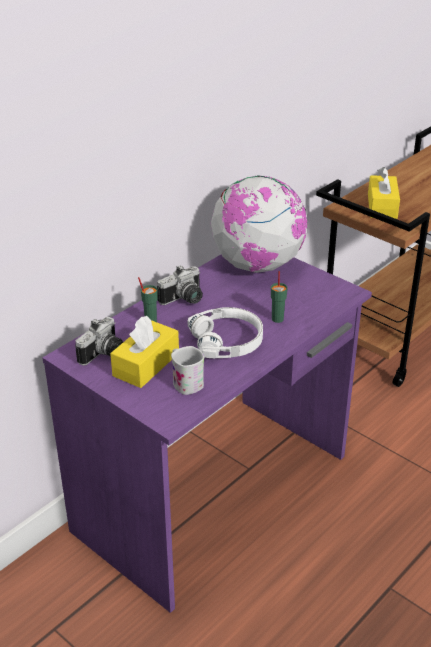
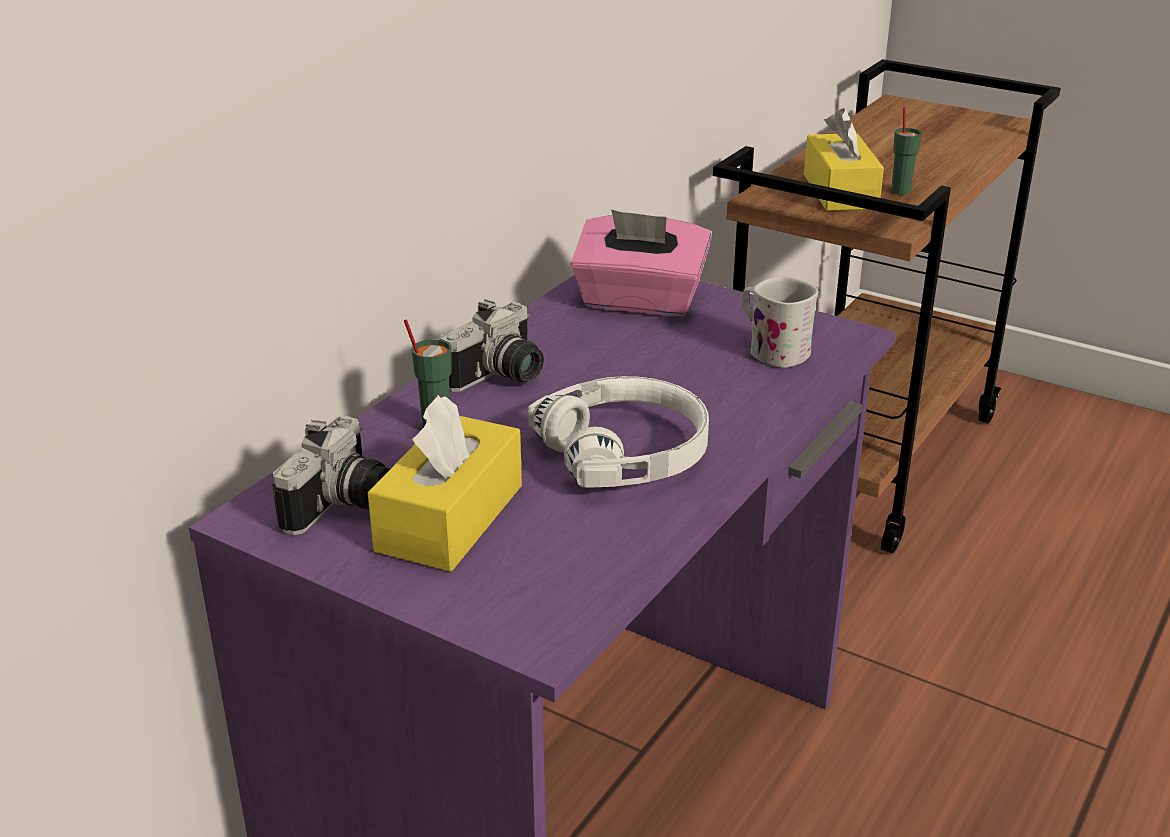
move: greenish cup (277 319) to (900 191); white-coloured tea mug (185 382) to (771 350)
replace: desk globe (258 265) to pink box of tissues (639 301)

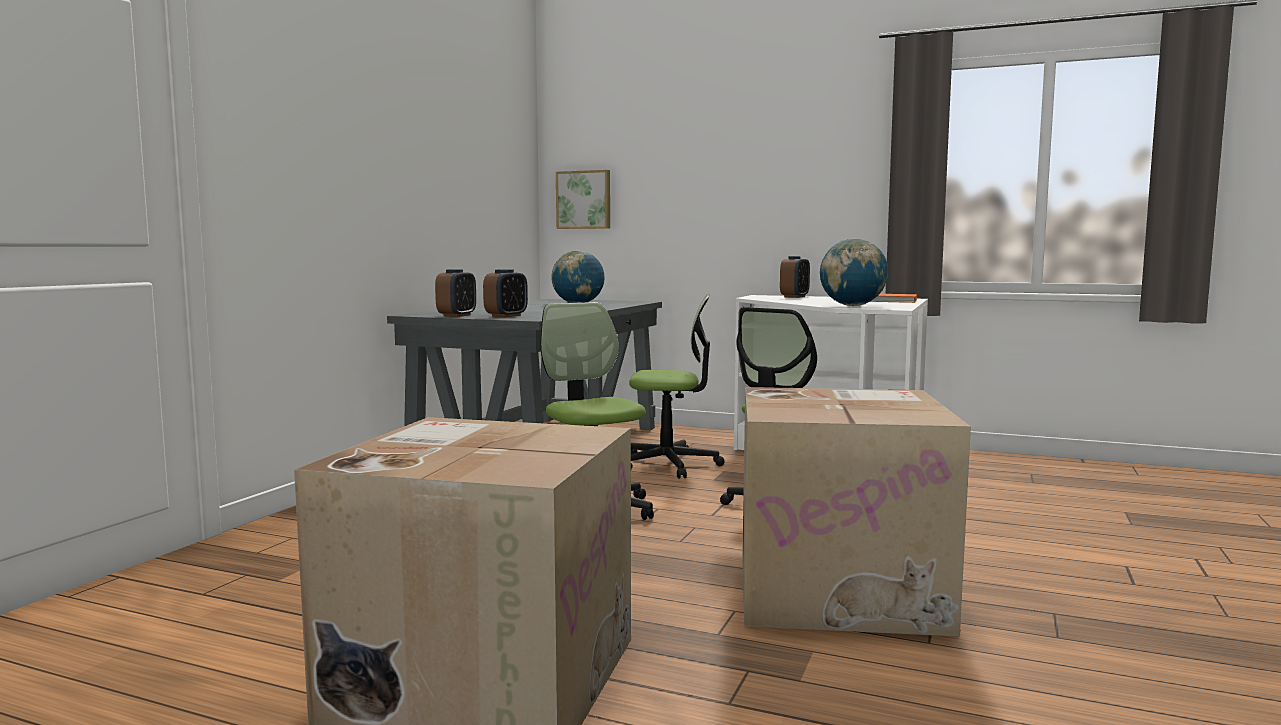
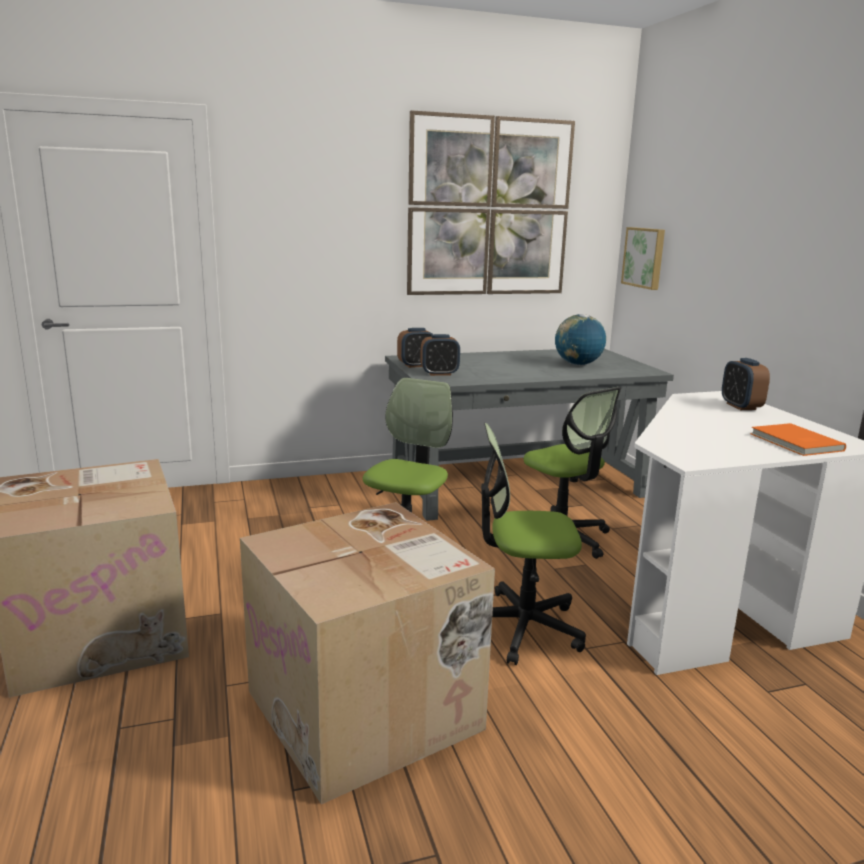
delete: desk globe (852 306)
insert: picture (489 208)
rotate: table clock (794 297) = (741 406) 90 degrees clockwise

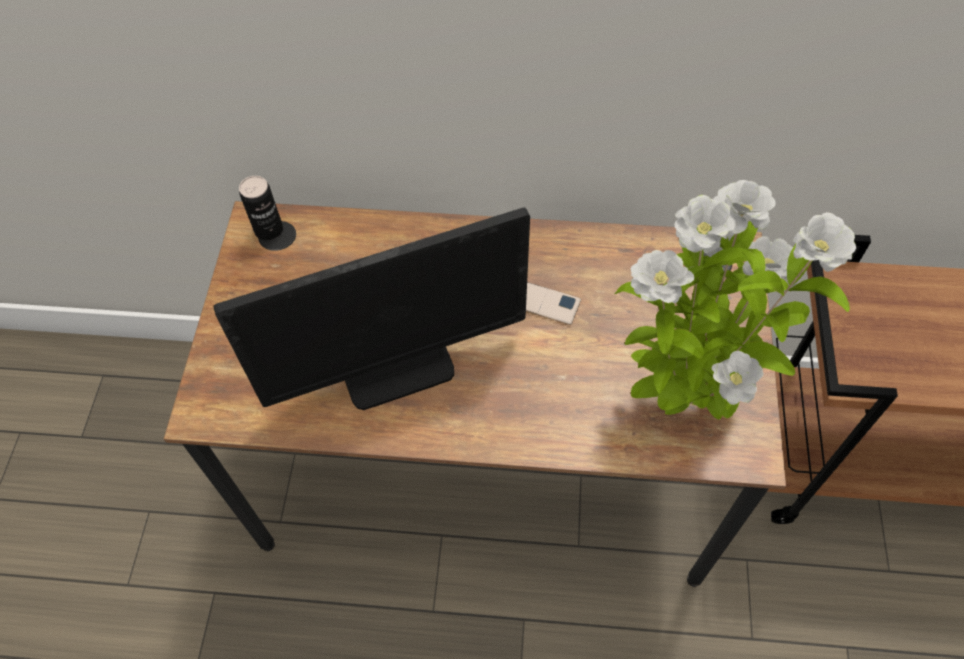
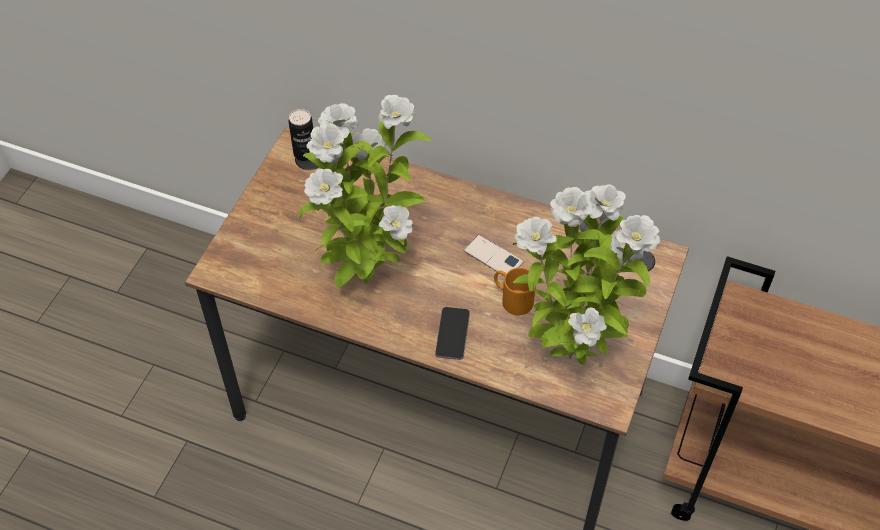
insert: orange tea mug (511 299); phone (452 334)
replace: monitor (397 366) to plant in a pot (367 275)

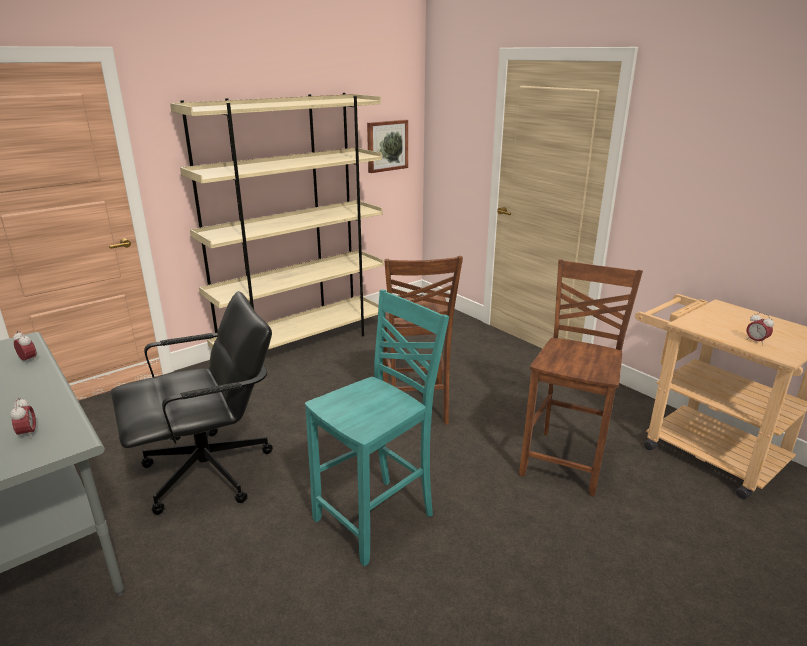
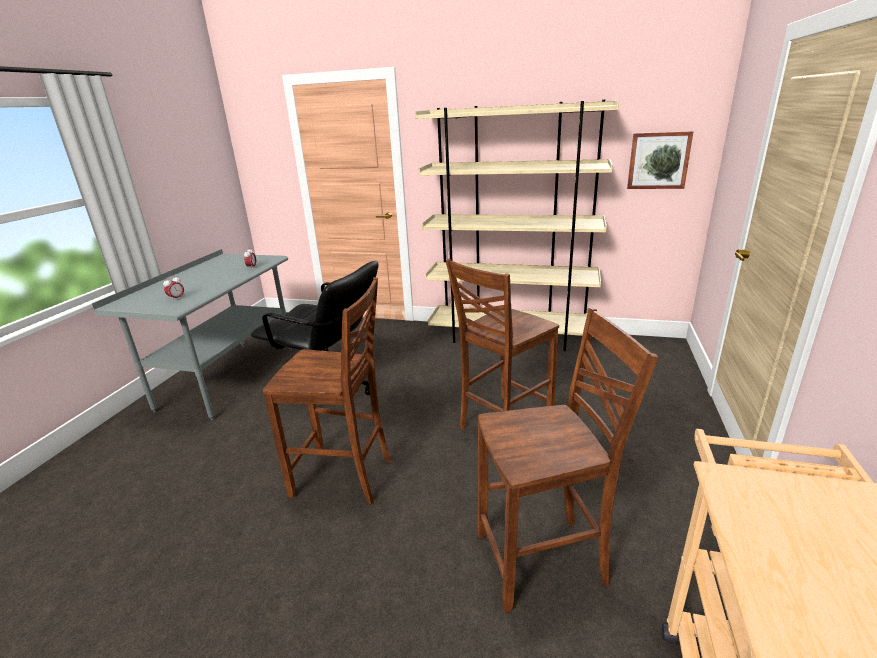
delete: table clock (756 341)
recolor: blue-green upright chair (377 518) to brown upright chair (344 477)

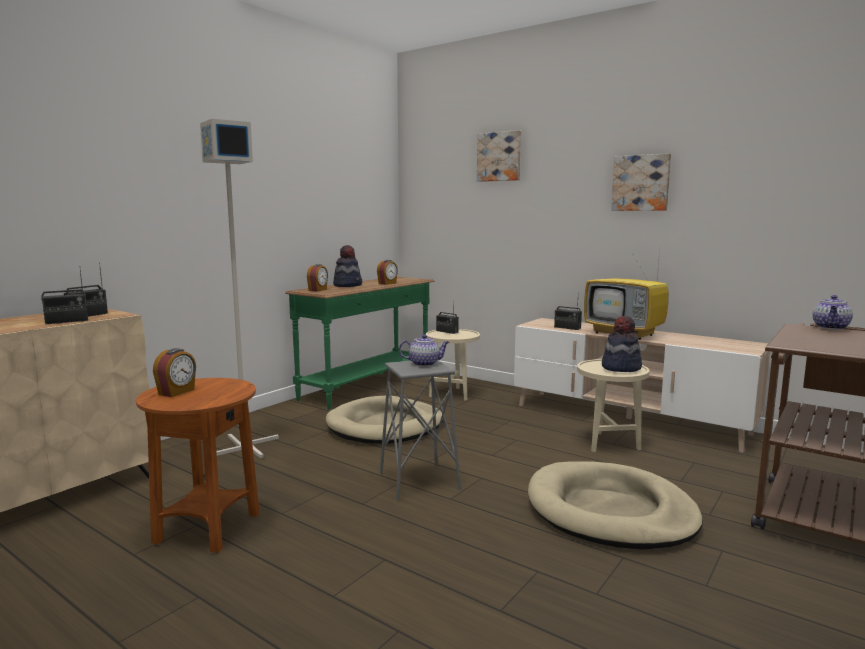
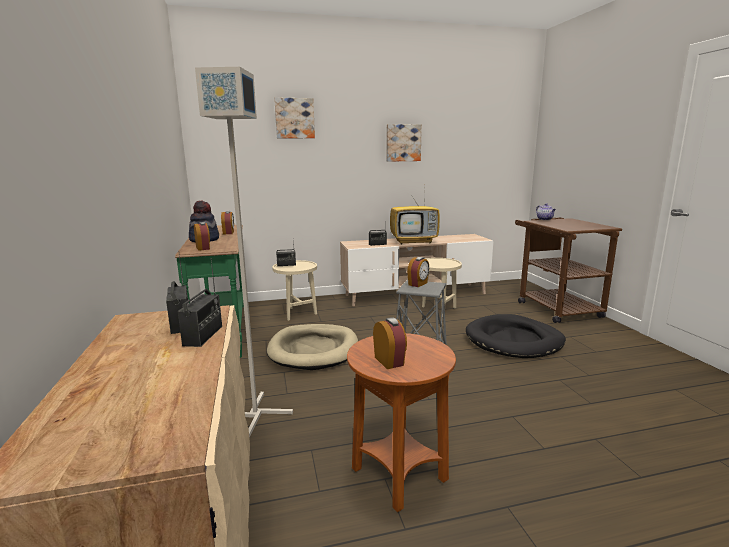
delete: clothing hat (620 367)
replace: pot for tea (424 363) to table clock (418 284)
recolor: beige dog bed (610 511) to blackish dog bed (514 340)

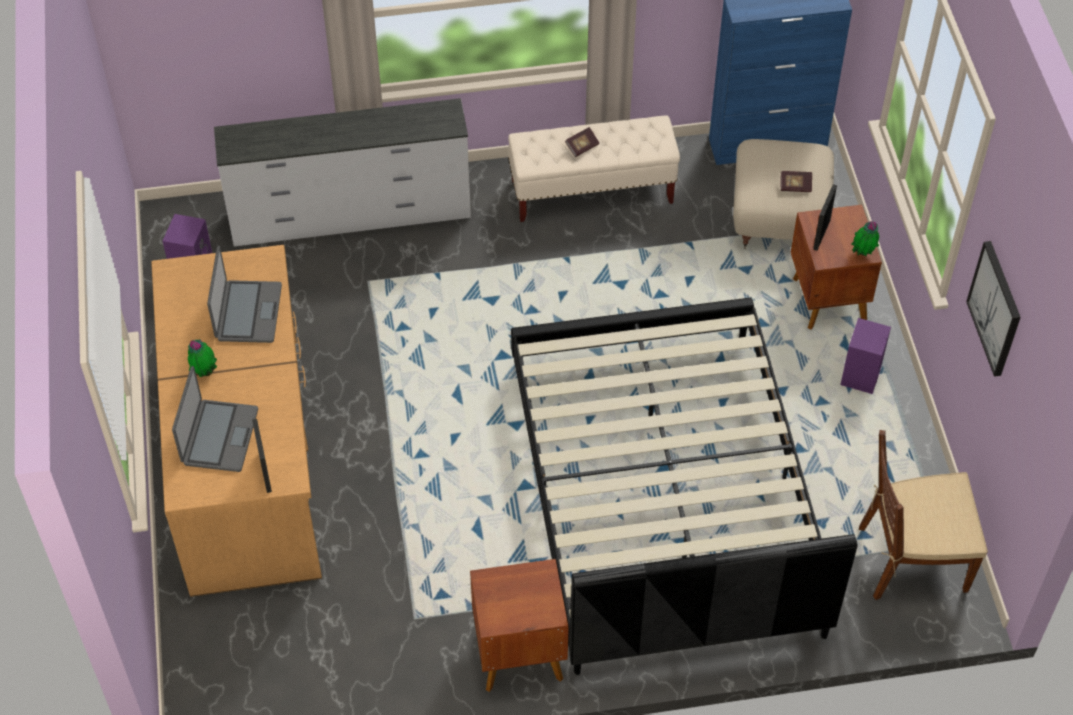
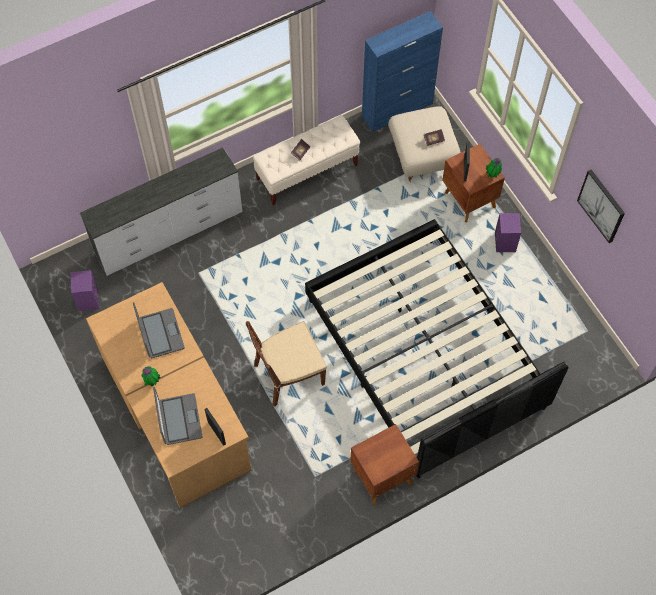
move: brown upright chair (911 559) to (288 375)

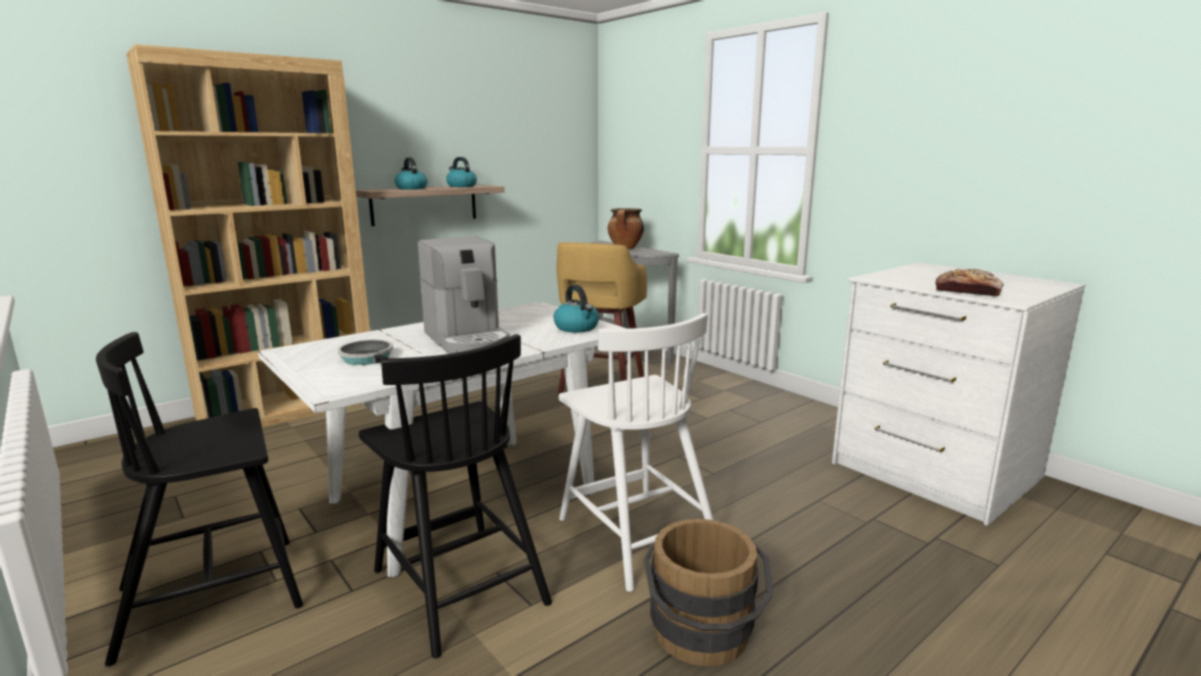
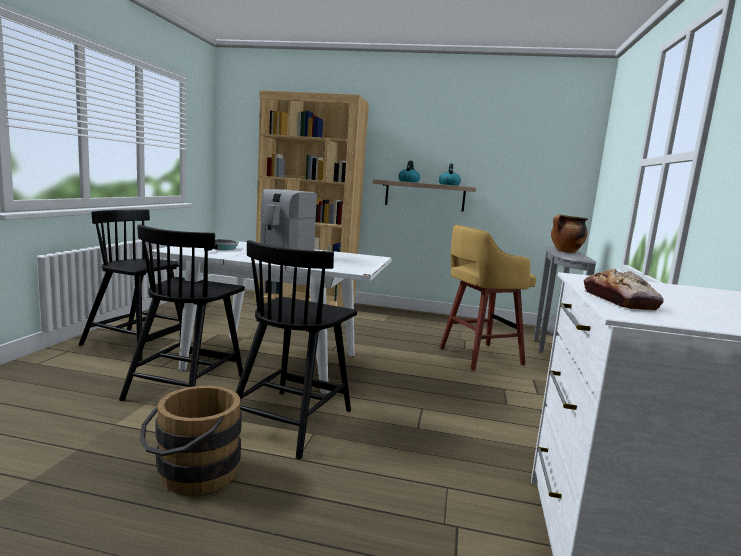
delete: water kettle (577 328)
recolor: white-coloured upright chair (635 535) to blackish upright chair (291 421)

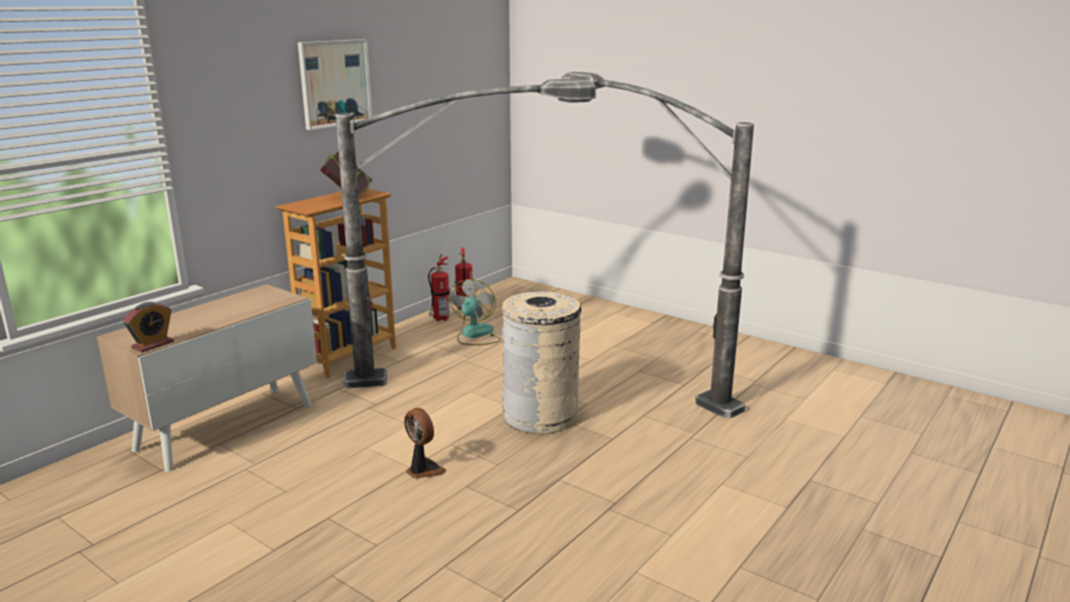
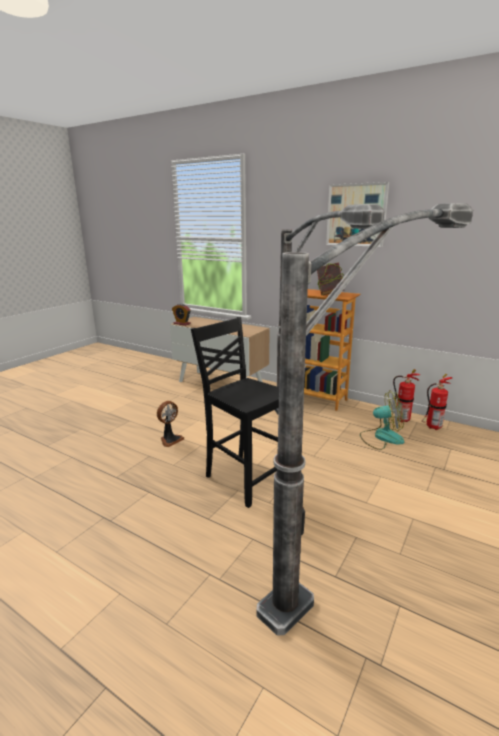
replace: beige waste bin (540 415) to blackish upright chair (244 478)

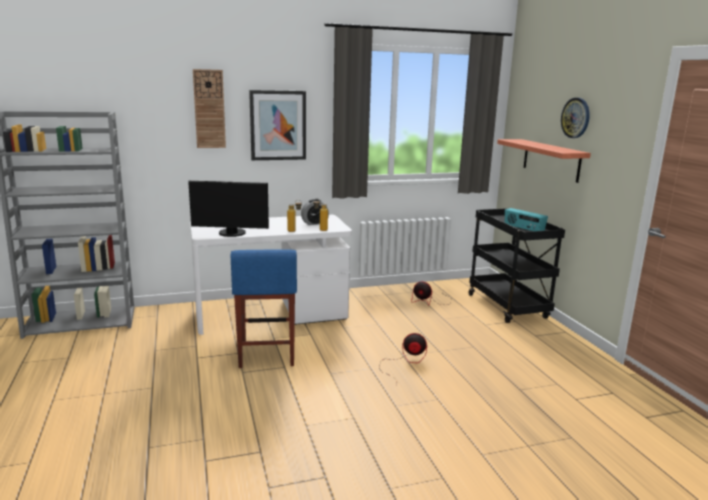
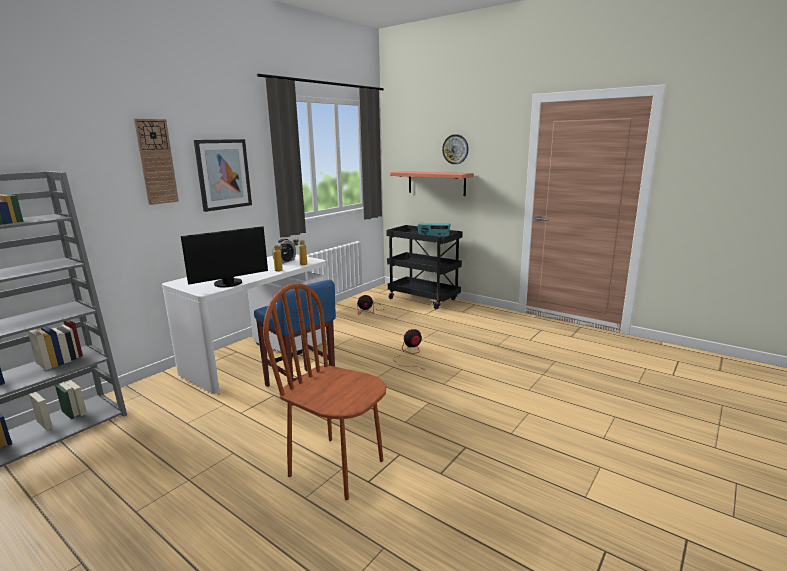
insert: brown upright chair (337 467)

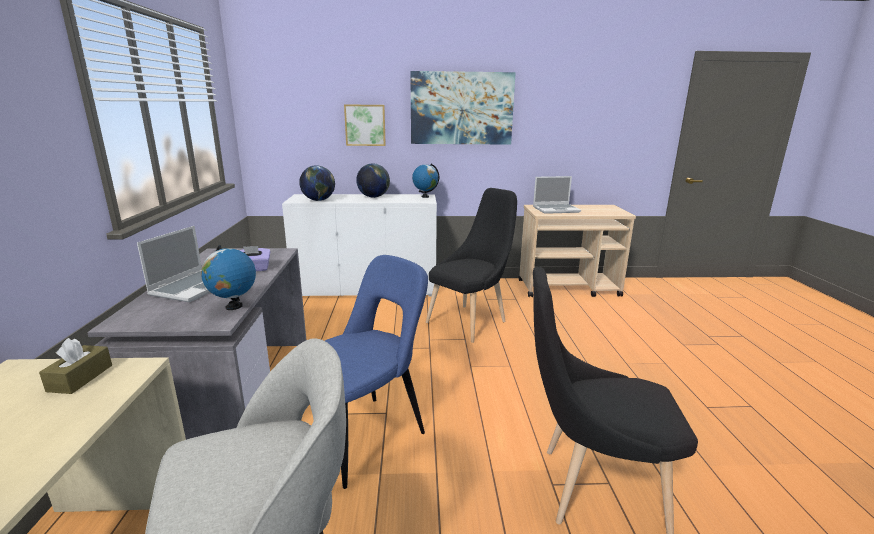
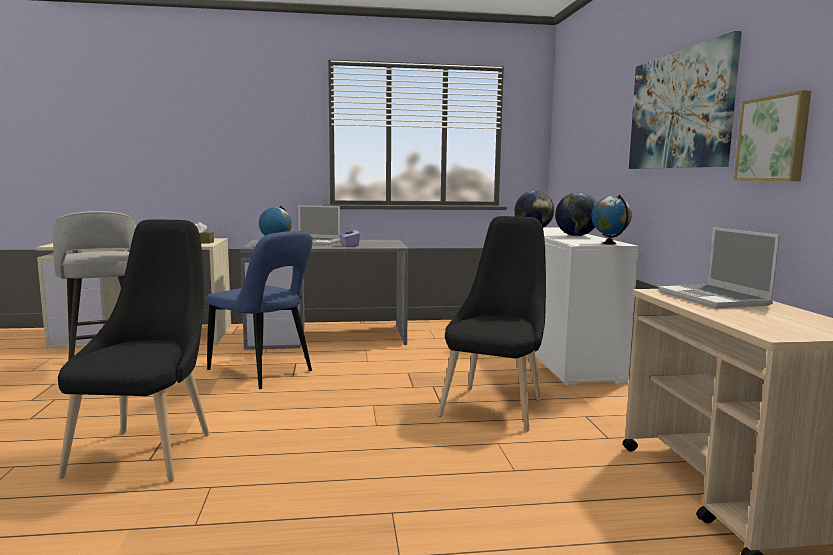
move: picture (365 125) to (774 139)
rotate: blackish upright chair (470 321) = (495 405) 105 degrees counterclockwise

